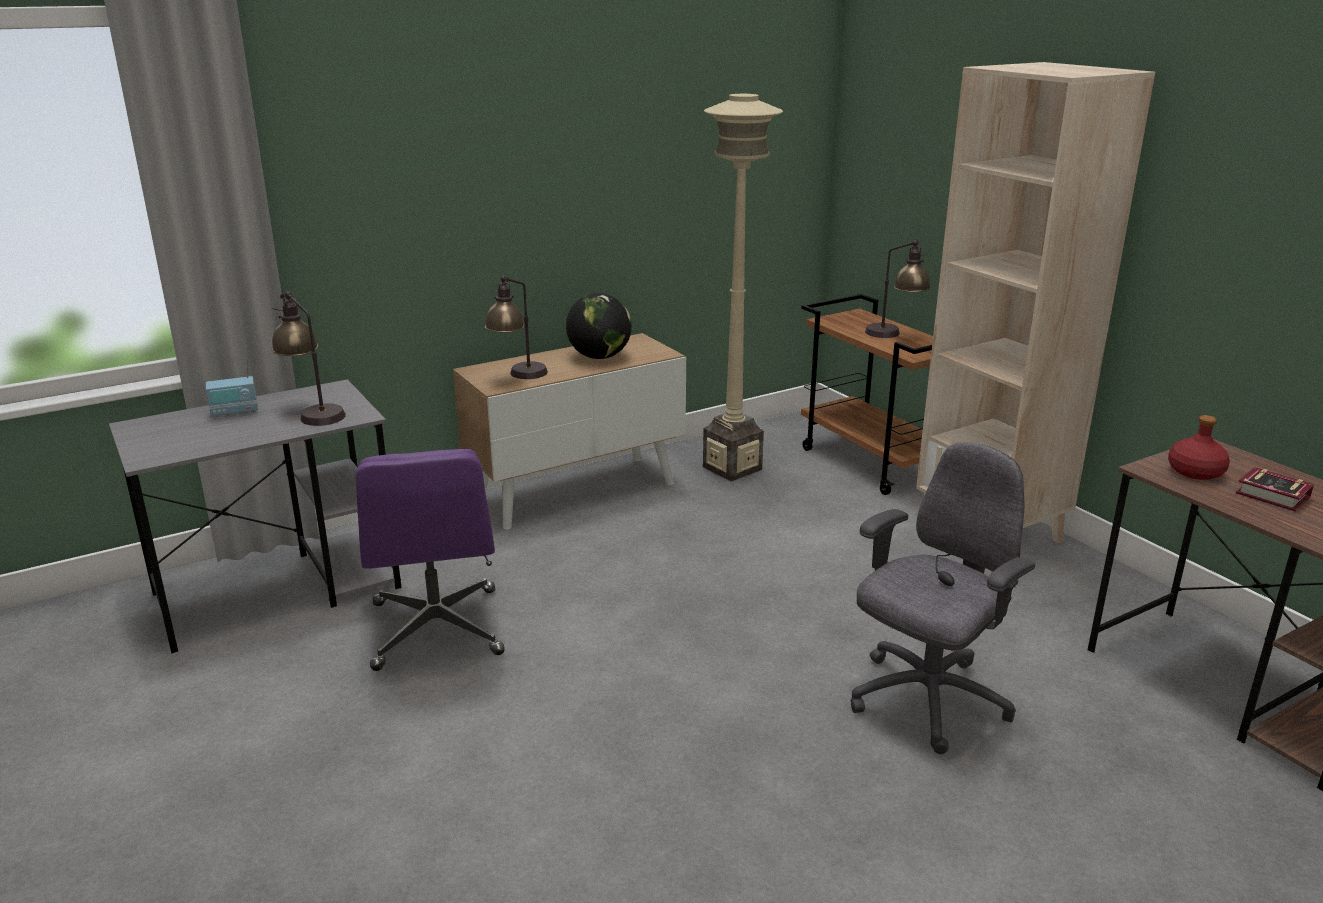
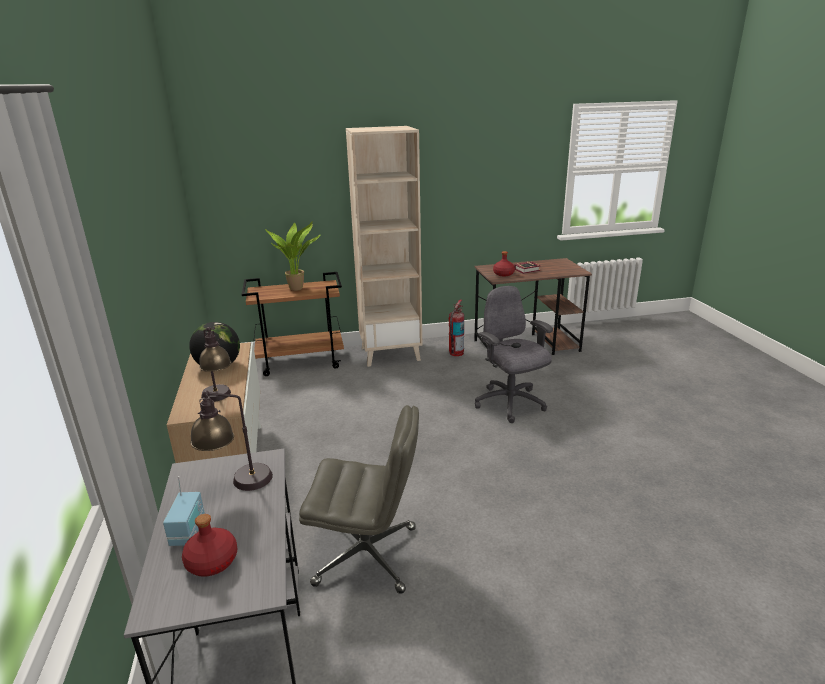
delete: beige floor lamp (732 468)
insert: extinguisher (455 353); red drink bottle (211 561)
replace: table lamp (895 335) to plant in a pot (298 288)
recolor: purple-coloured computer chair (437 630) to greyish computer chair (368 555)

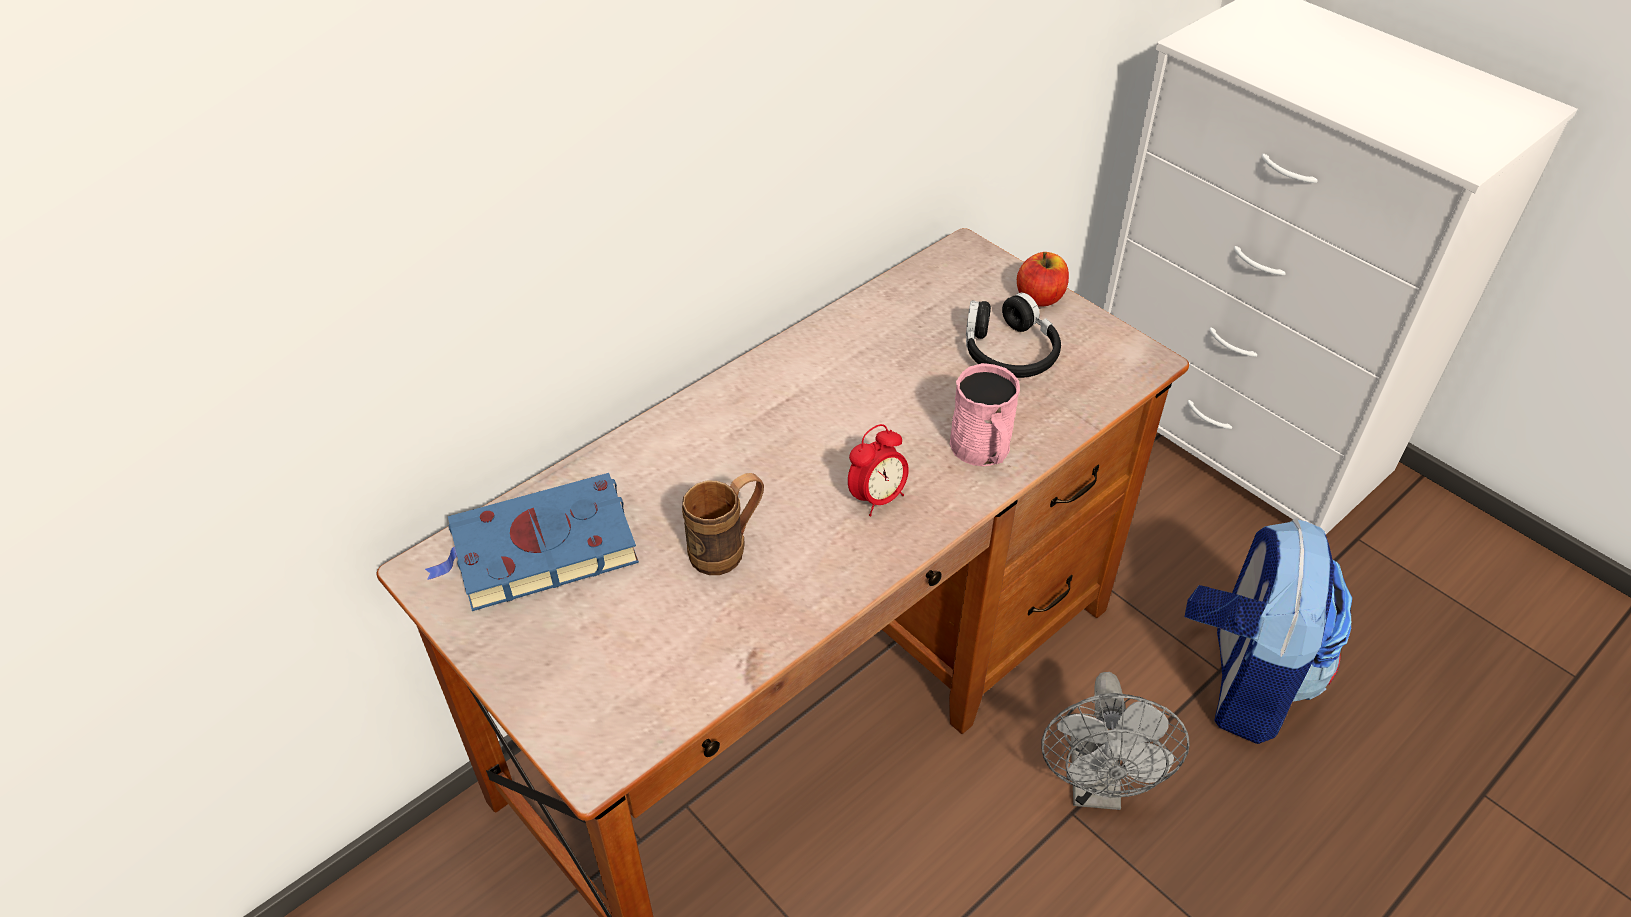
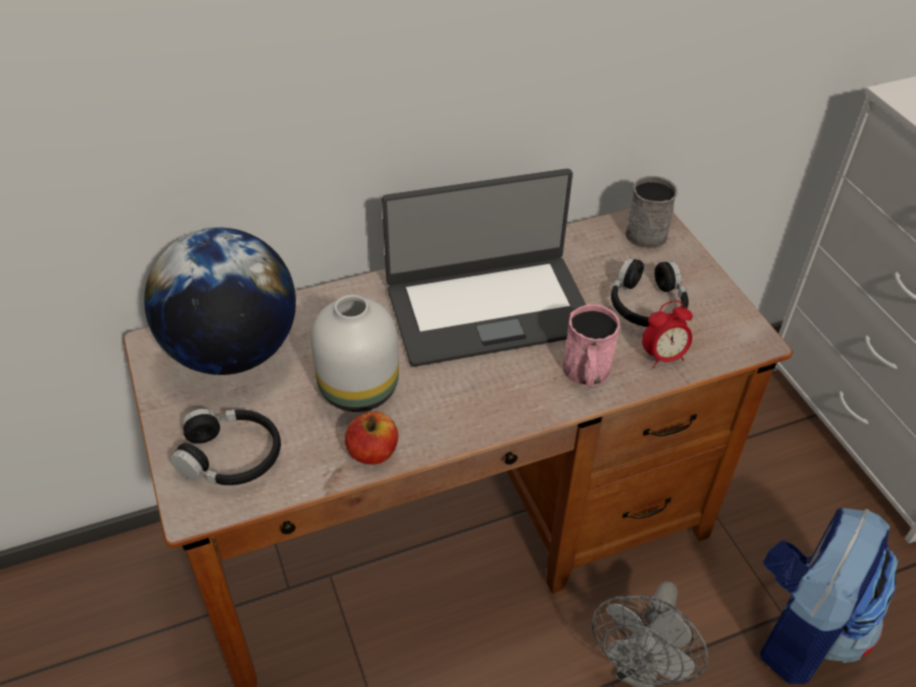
insert: notebook computer (488 308); greyish tea mug (650 232); blackish pair of headphones (230 457)
move: apple (1040 297) to (373 452); table clock (877 498) to (663 357)
replace: bluish bound book (539 550) to desk globe (233 352); brown tea mug (728 549) to white-coloured vase (360 390)

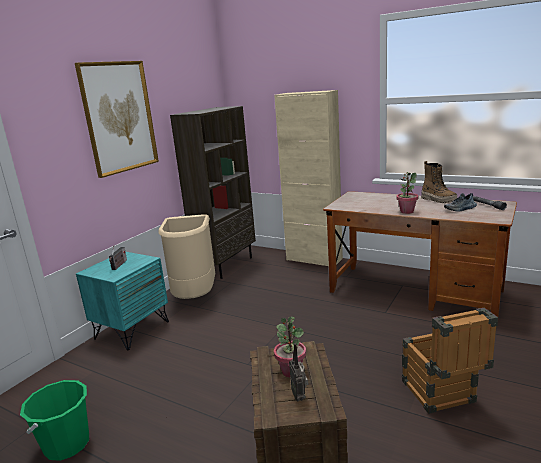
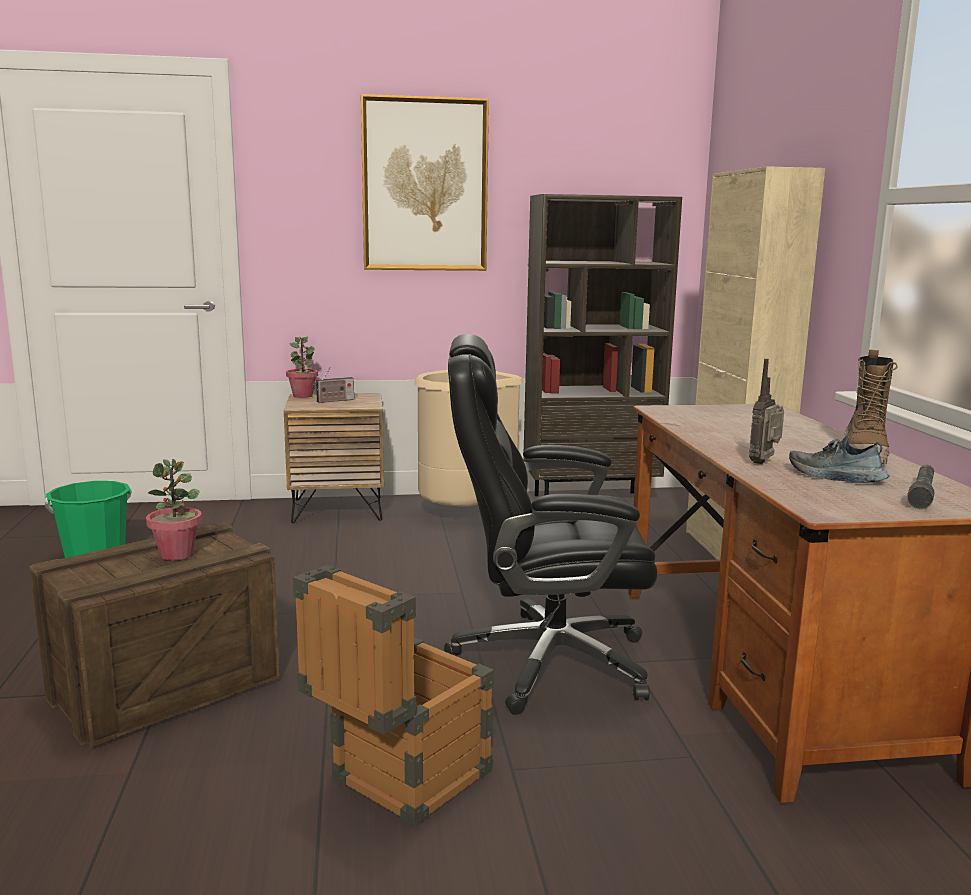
insert: blackish computer chair (546 661)
move: plant in a pot (406 211) to (303 396); radio (300 396) to (764 463)
recolor: blue-green nightstand (132 330) to brown nightstand (338 509)

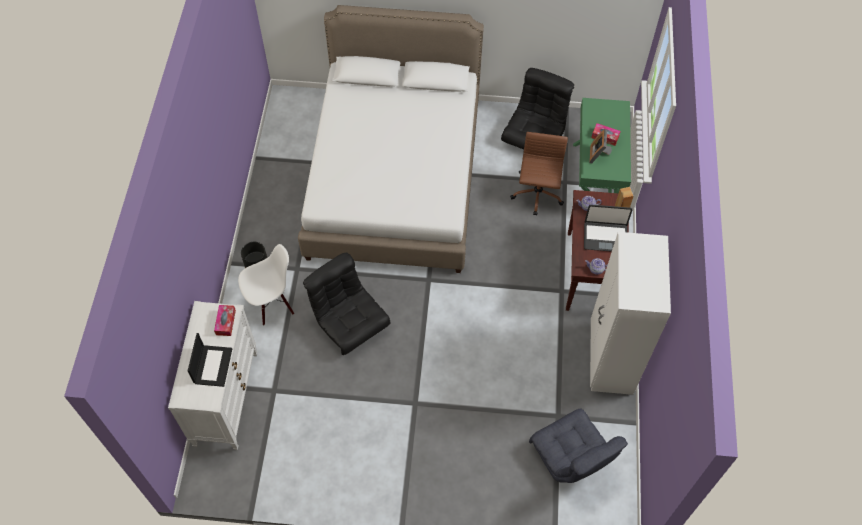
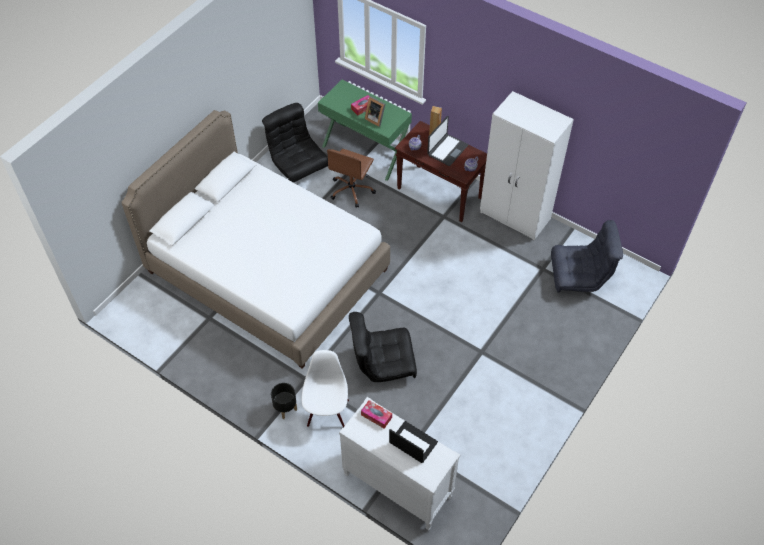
rotate: brown computer chair (537 196) = (352 190) 105 degrees counterclockwise

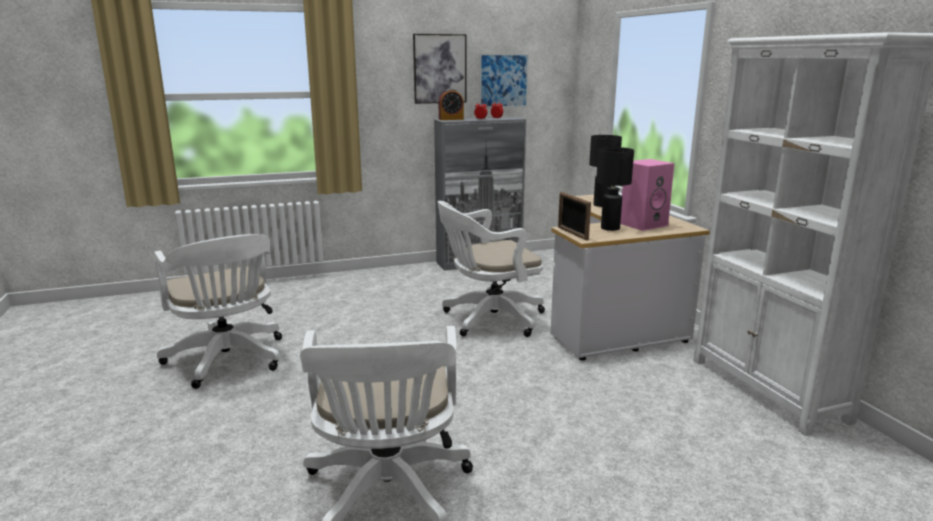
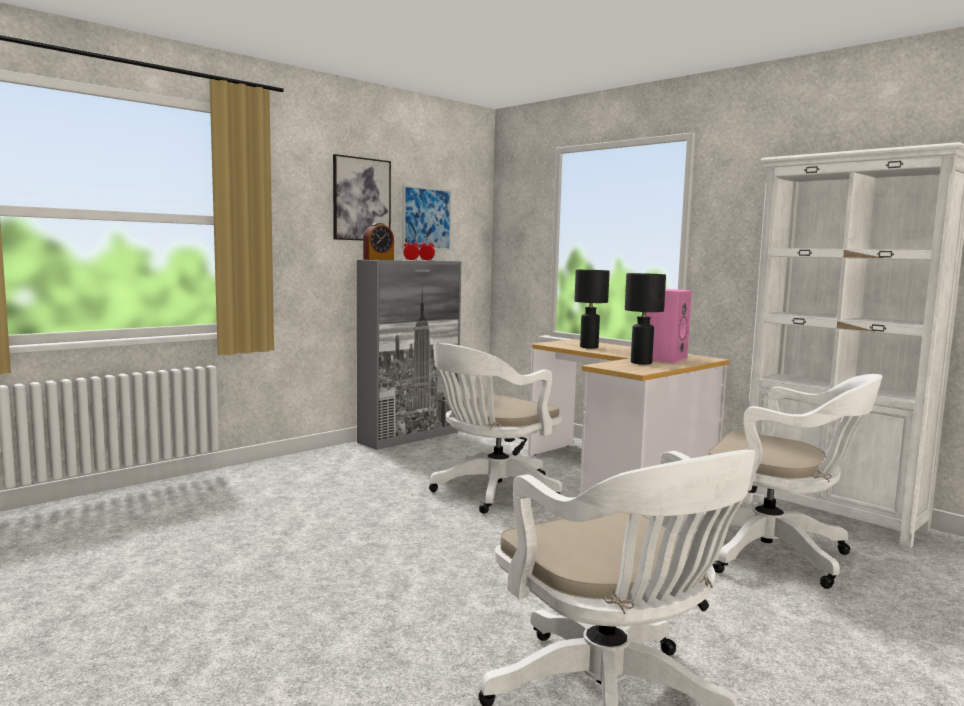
delete: photo frame (572 233)
move: white-coloured computer chair (228 361) to (775 555)

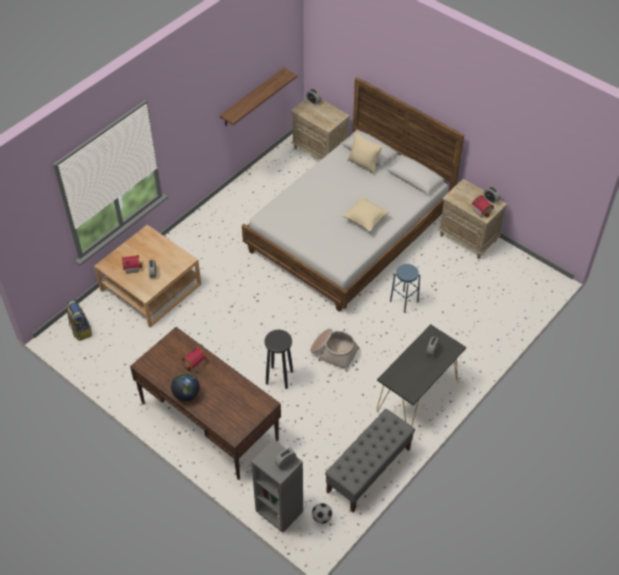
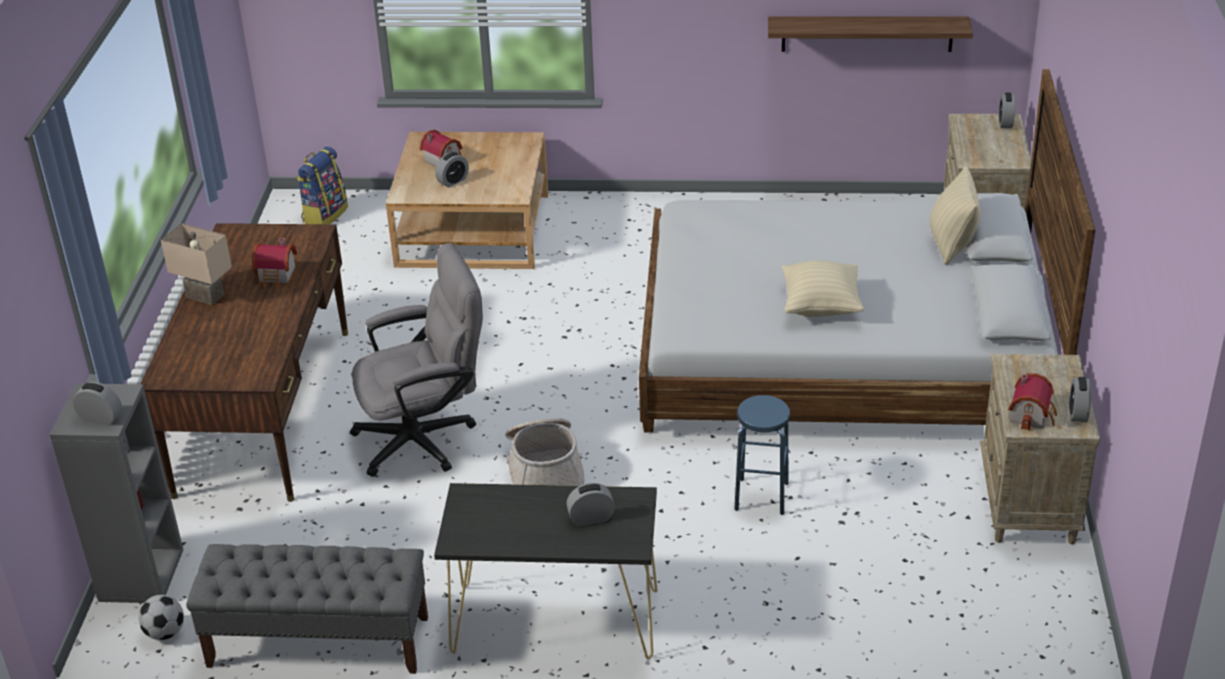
replace: blackish stool seat (279 377) to greyish computer chair (426 438); desk globe (186 394) to beige table lamp (207 295)

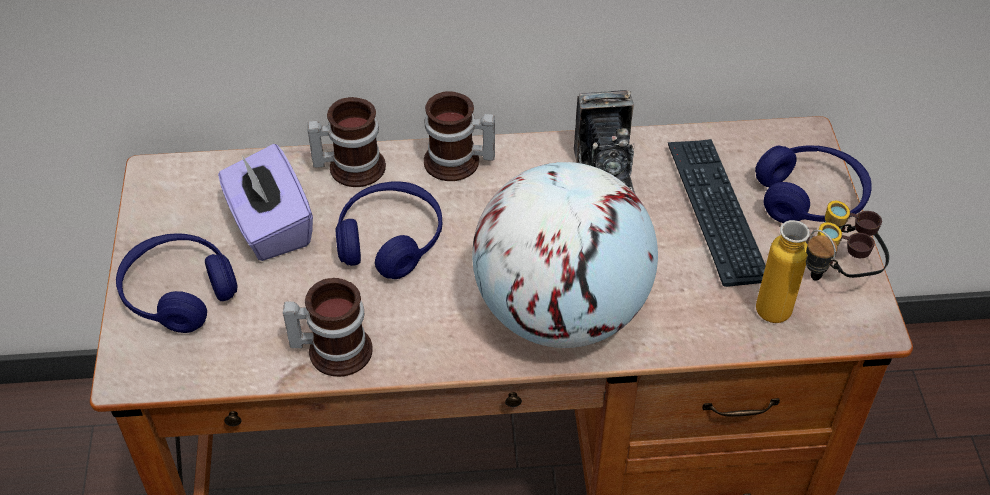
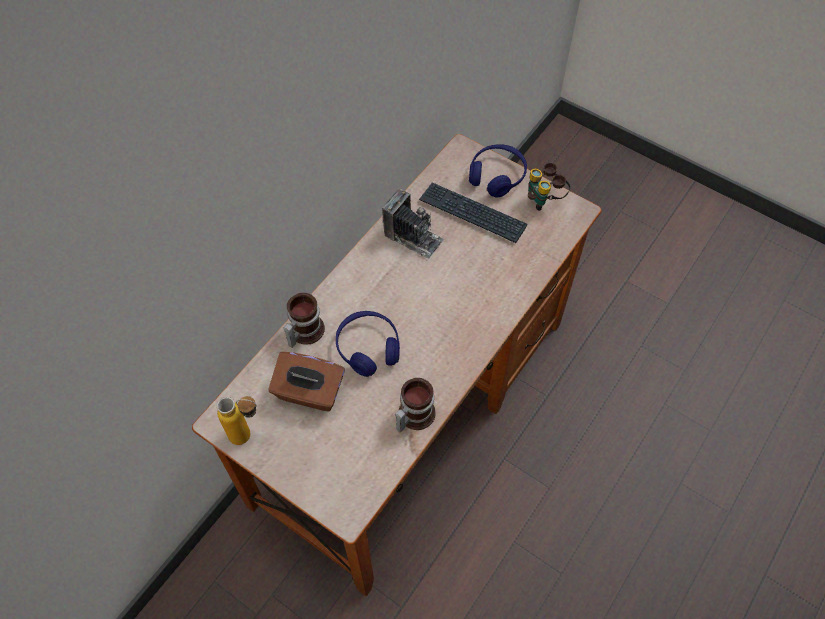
delete: tea mug (457 164); desk globe (560 312); bluish pair of headphones (179 293)
move: drink bottle (784 320) to (249 436)
recolor: purple-coloured box of tissues (270 226) to brown box of tissues (309 392)

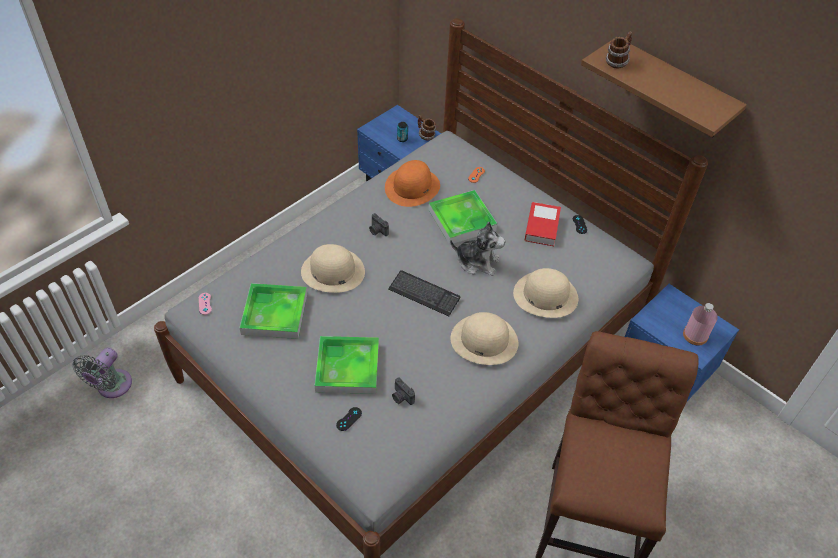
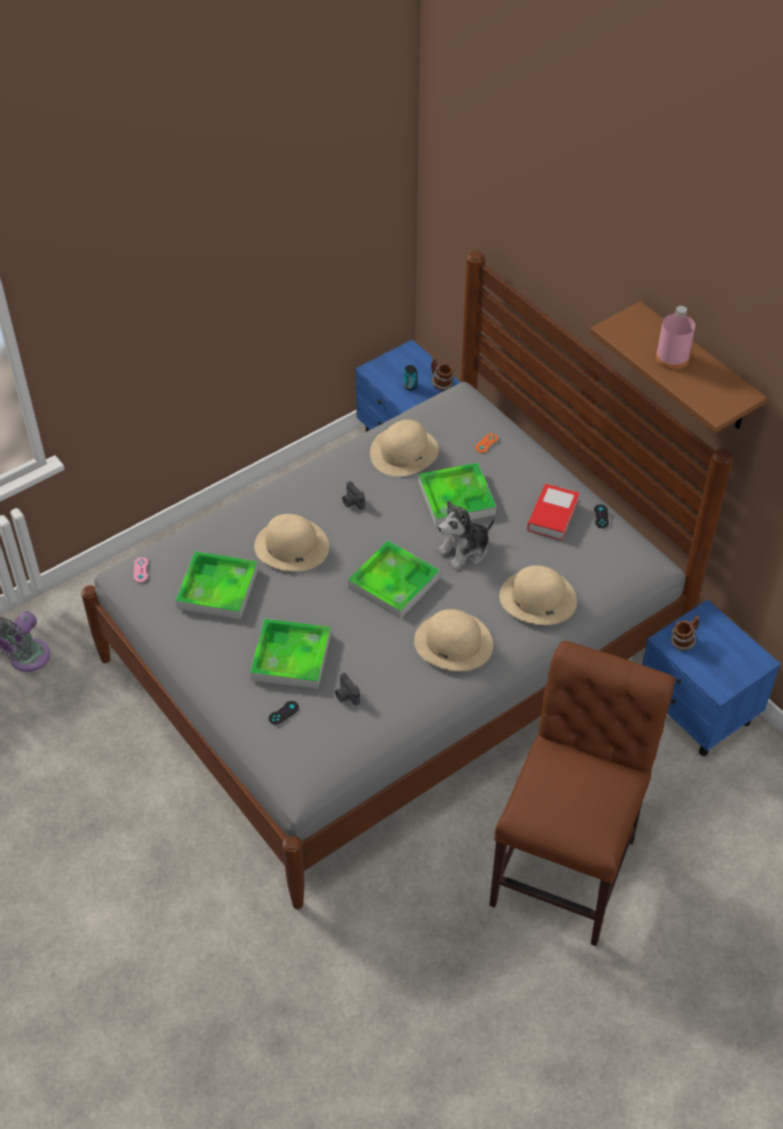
move: tea mug (617 62) to (683 641); pink drink bottle (695 335) to (672 358)
replace: PC keyboard (424 294) to serving tray (393 583)
recolor: orange clothing hat (412 186) to beige clothing hat (404 451)
rotate: soft toy (477 262) = (464 550) 120 degrees clockwise

